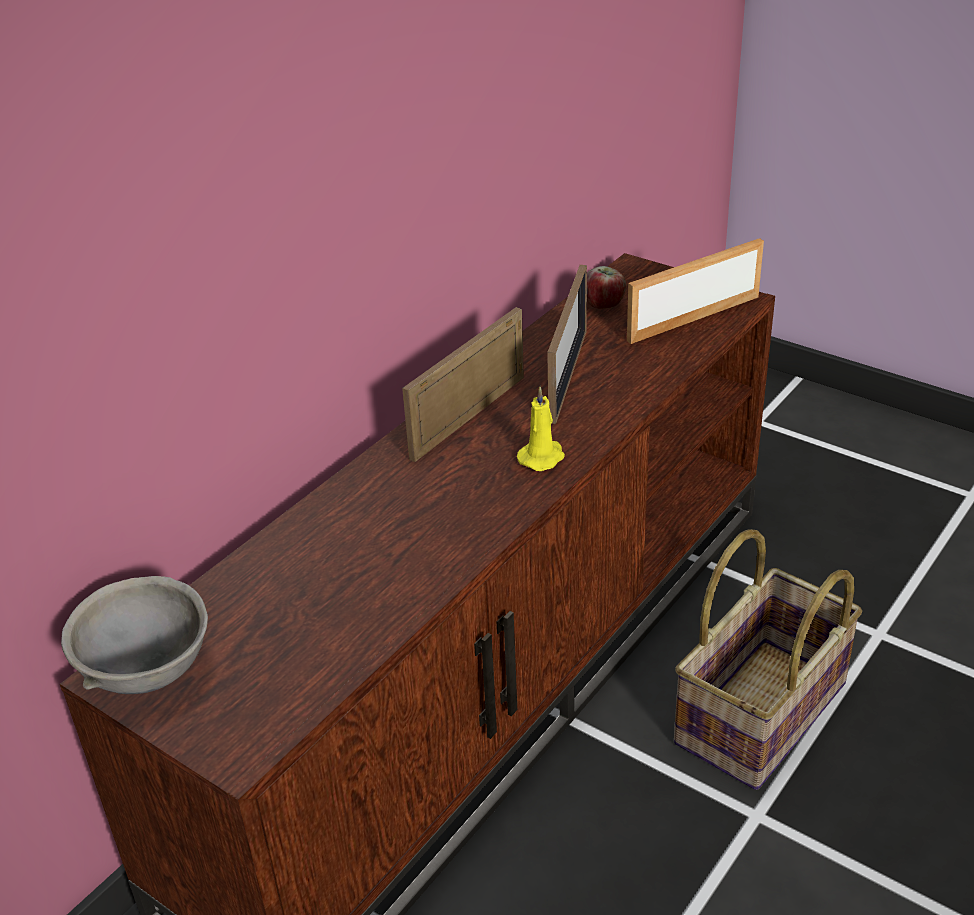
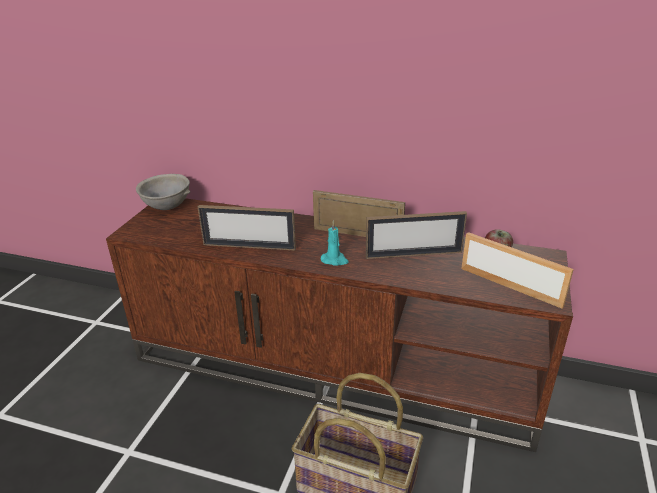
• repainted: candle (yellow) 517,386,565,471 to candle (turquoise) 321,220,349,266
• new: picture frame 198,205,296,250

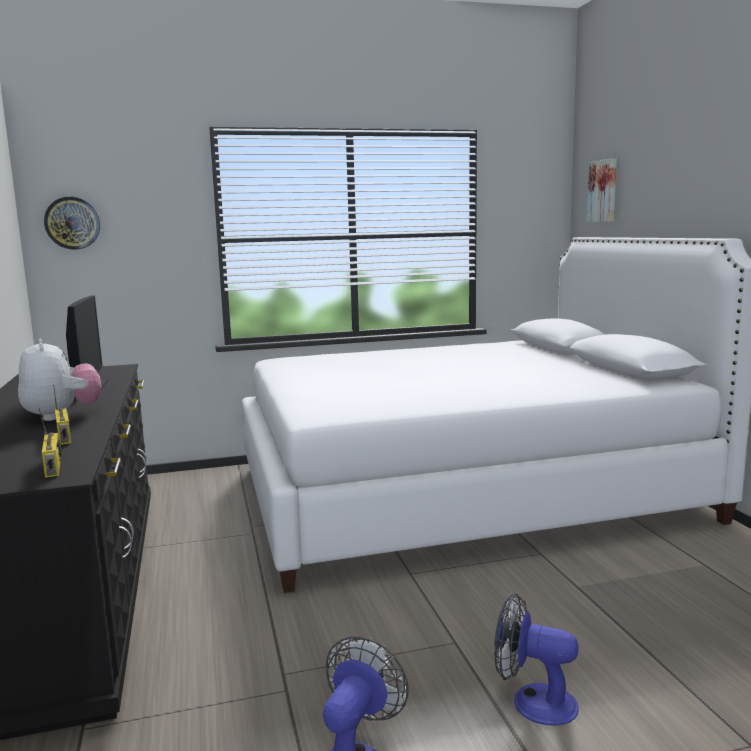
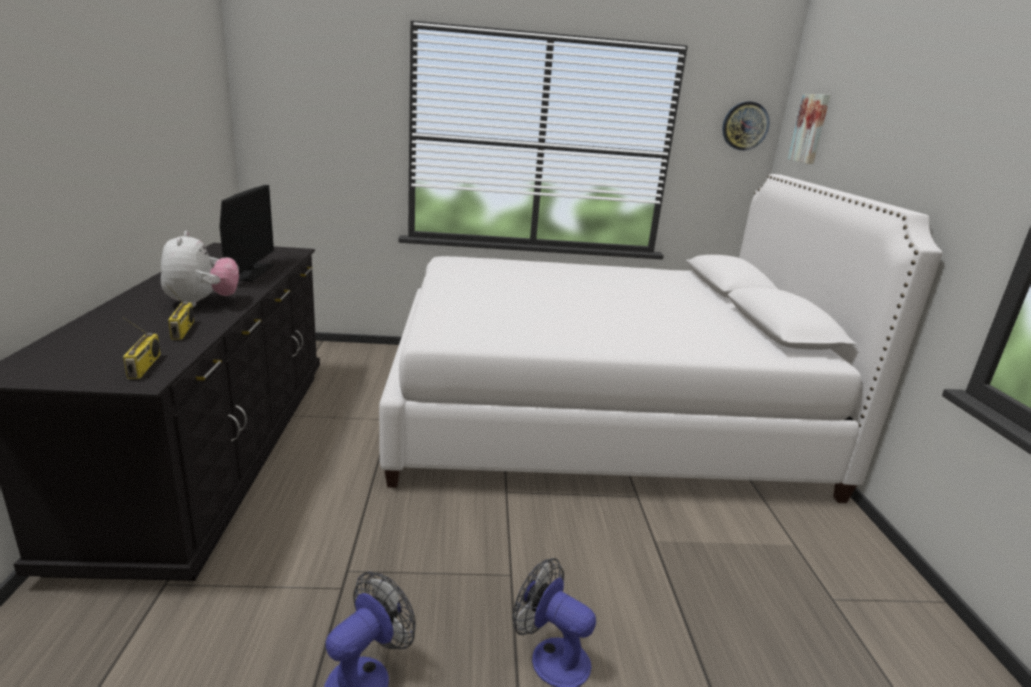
• shifted: wall clock 44,197,100,250 to 722,102,769,150

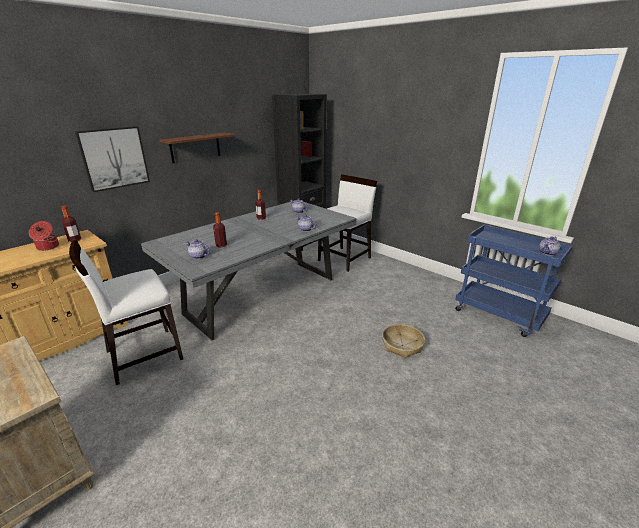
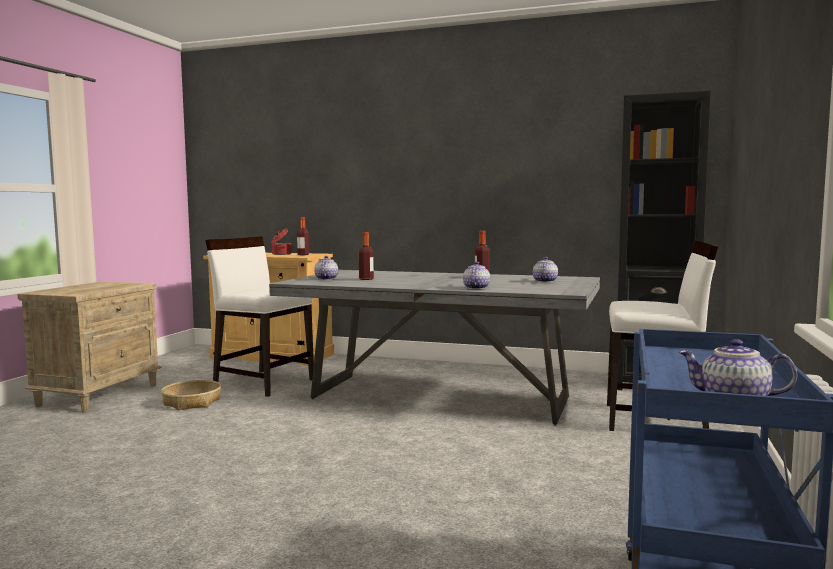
• gone: picture 75,126,150,192
• gone: shelf (brown) 160,132,235,163
• shifted: basket 382,324,425,358 to 161,380,221,410

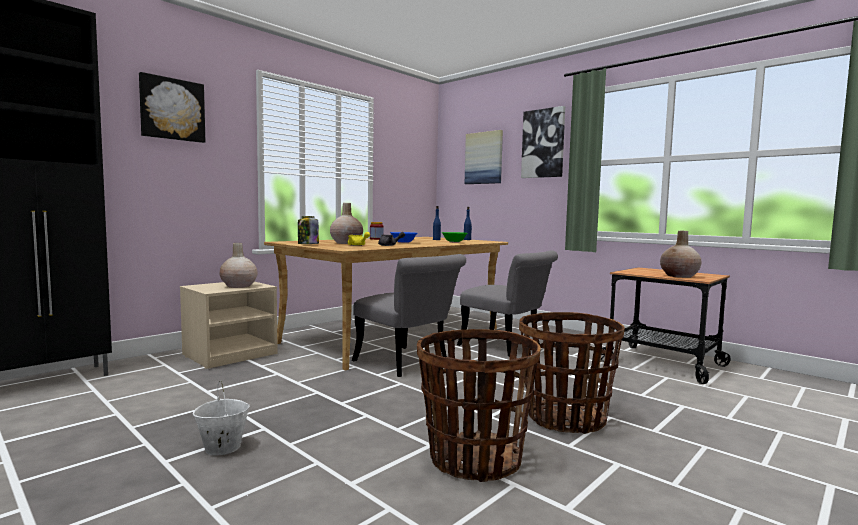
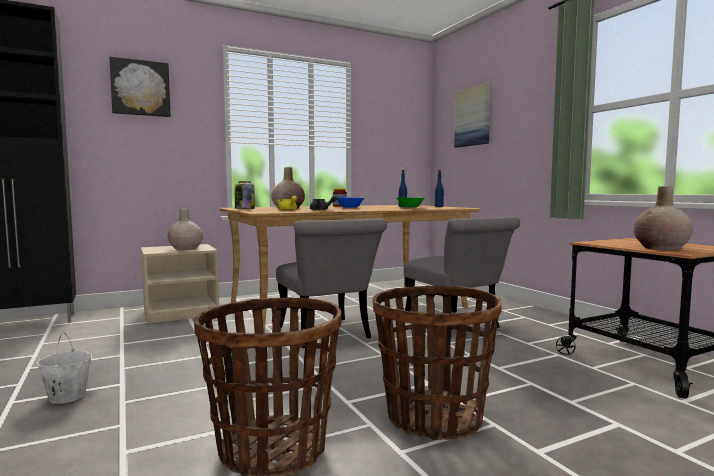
• gone: picture 521,106,565,178

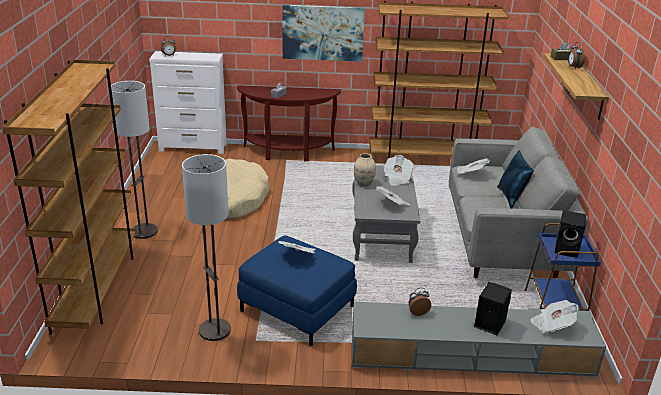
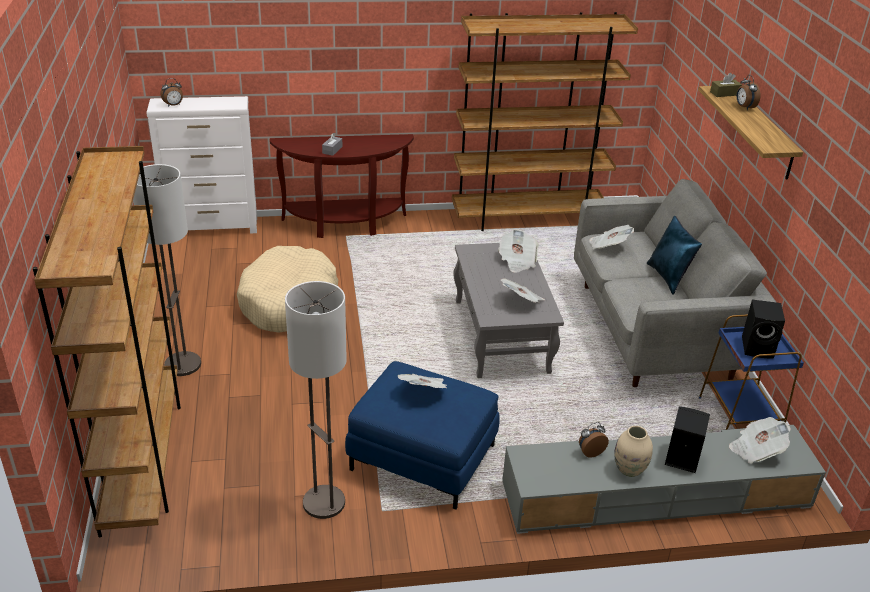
• gone: picture 282,5,365,62
• shifted: vase (beige) 354,153,376,186 to 614,426,653,477

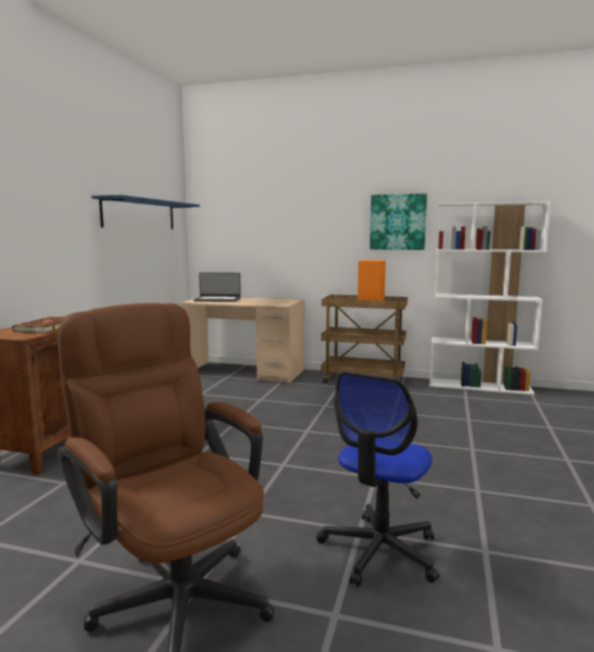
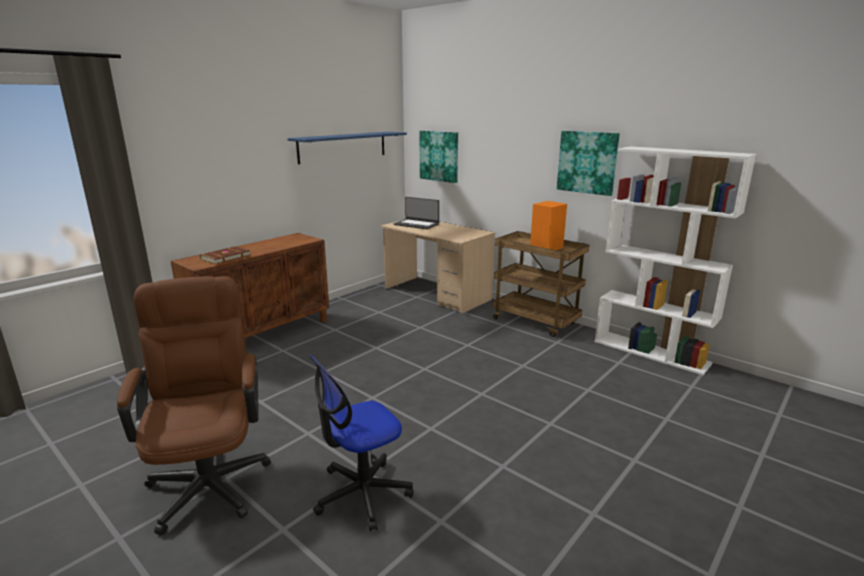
• new: picture 419,131,458,183

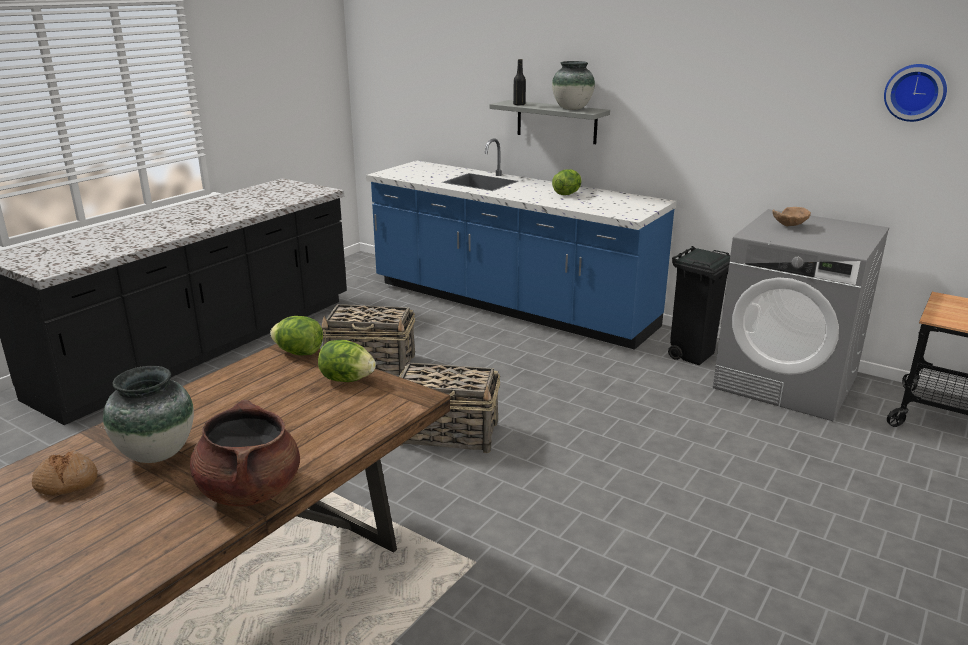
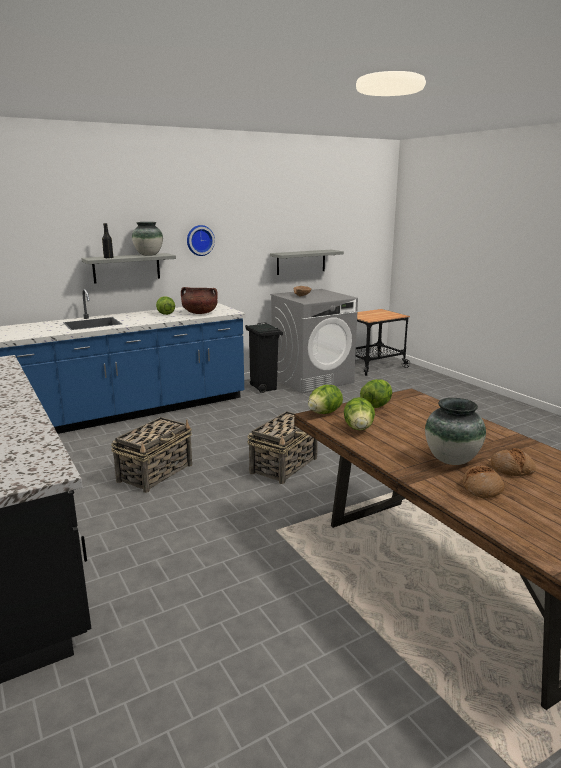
• shifted: cooking pot (brown) 190,400,300,507 to 181,287,218,314
• shifted: wall clock 884,64,947,122 to 187,225,215,256
• new: shelf (grey) 270,250,344,275
• new: lettuce 344,397,375,430
• new: bread 491,448,536,476

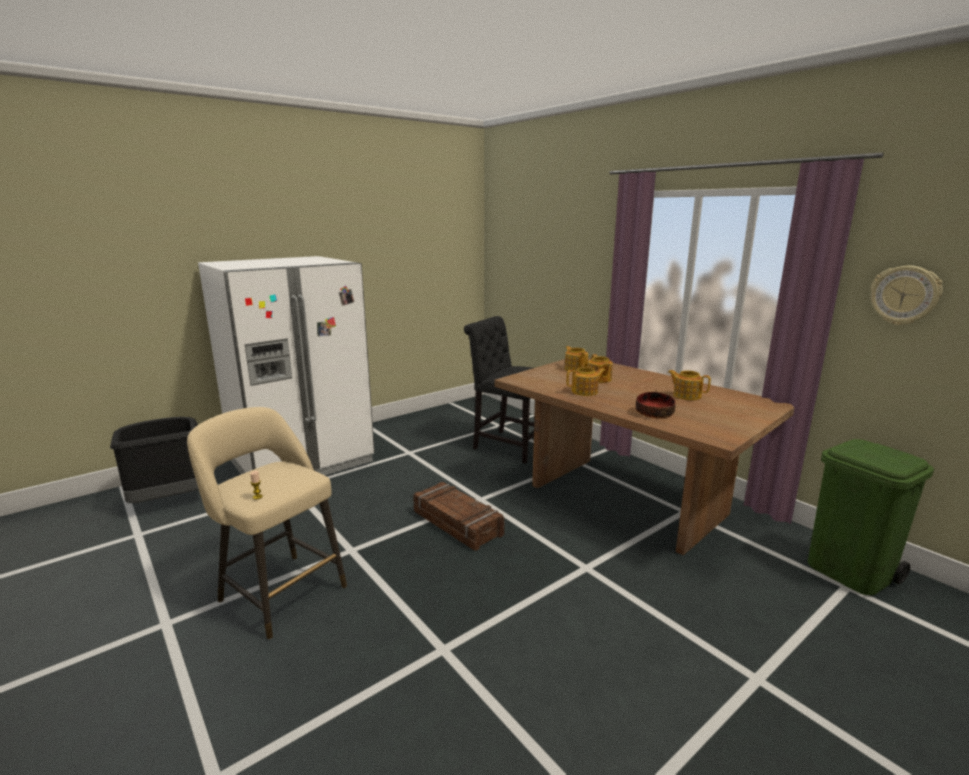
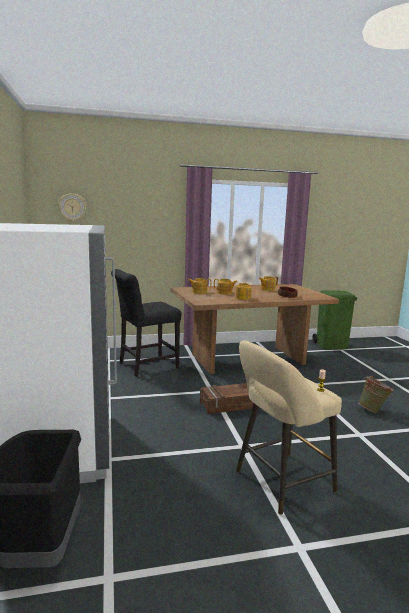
• shifted: wall clock 871,266,943,325 to 58,193,87,222
• new: bucket (green) 358,376,394,413

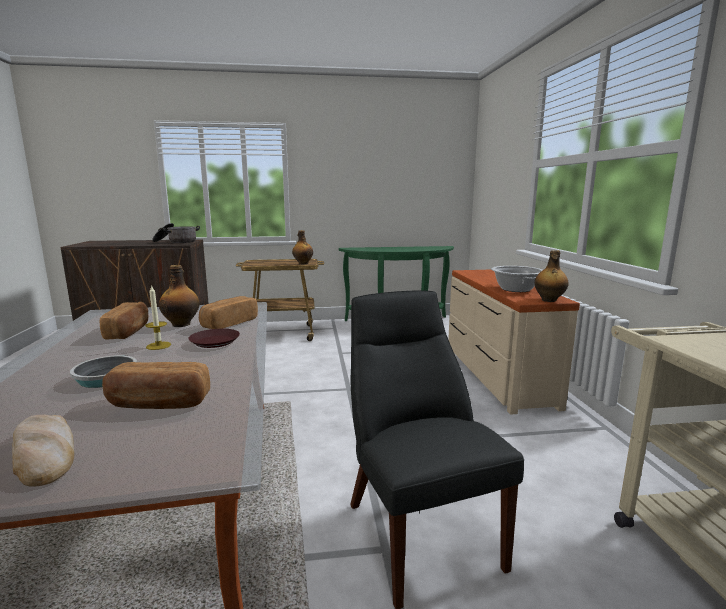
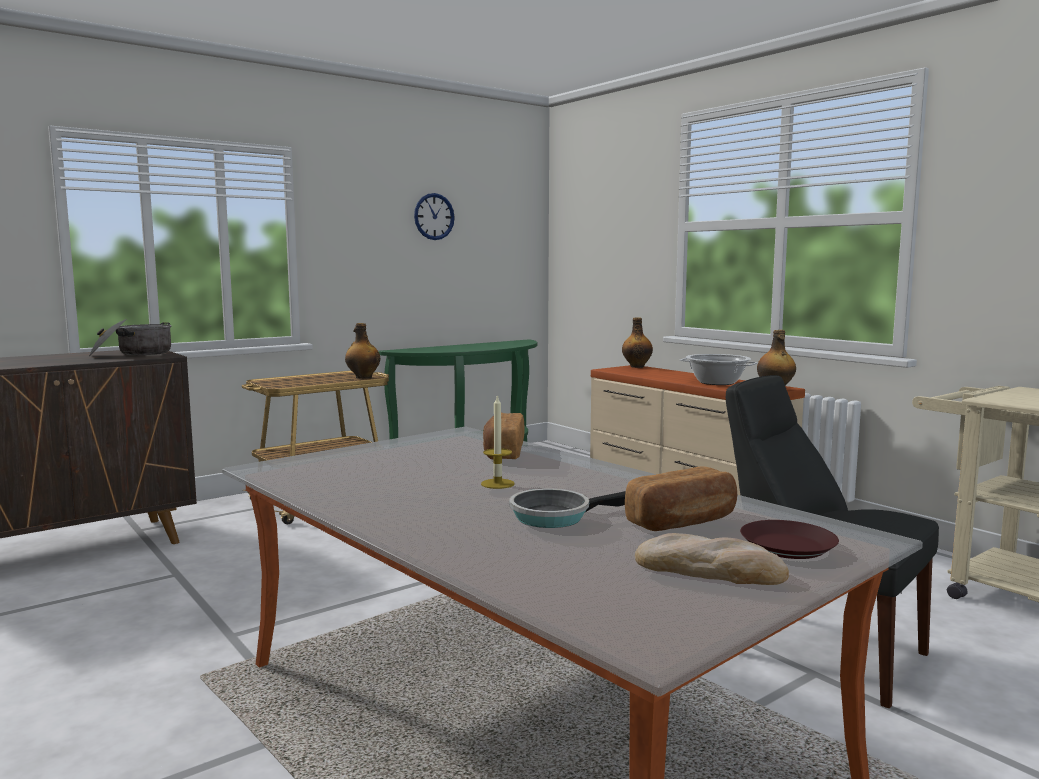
• gone: bread 100,302,148,339
• shifted: bottle 159,265,200,327 to 622,317,653,368
• shifted: plate (brown) 188,329,240,348 to 740,520,839,559
• new: wall clock 414,193,455,240

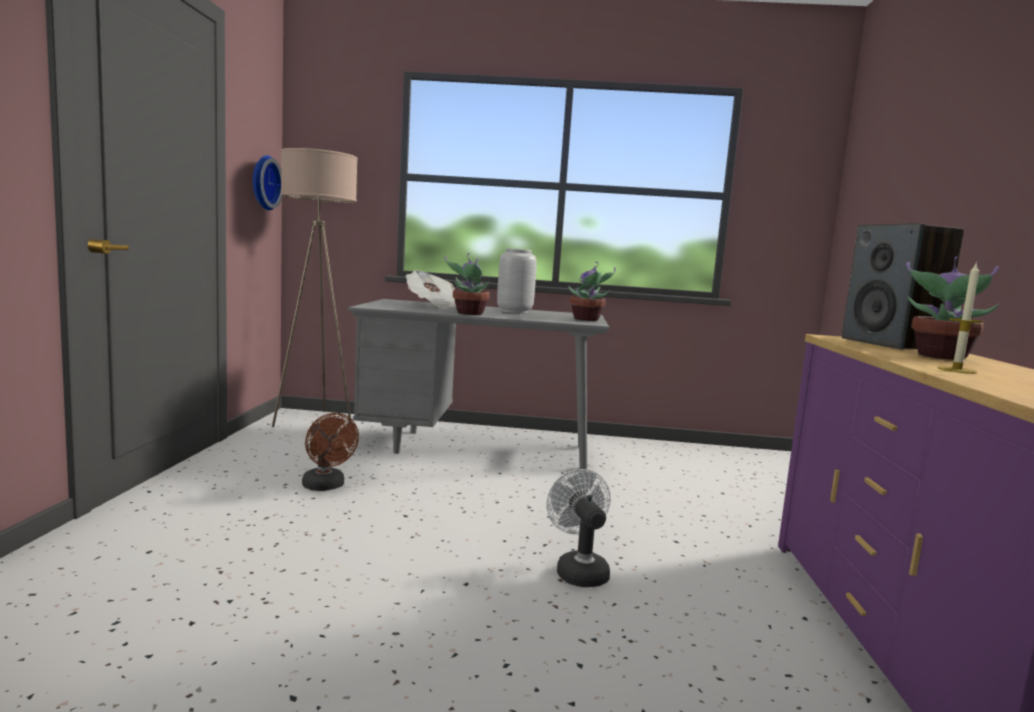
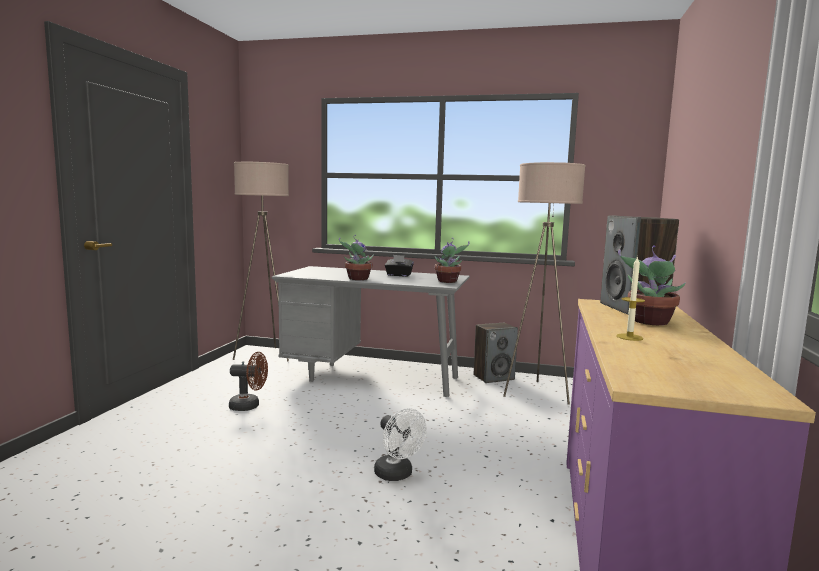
• gone: wall clock 253,155,282,210
• rotated: fan (brown) 302,413,359,491 = 229,352,268,411 60 degrees counterclockwise
• gone: newspaper 405,270,456,309
• swapped: vase (grey) 497,248,537,313 to tissue box (black) 385,255,414,277
• rotated: fan (white) 546,469,611,587 = 374,408,427,481 150 degrees clockwise
• new: speaker 474,323,518,383
• new: floor lamp (beige) 503,162,586,405

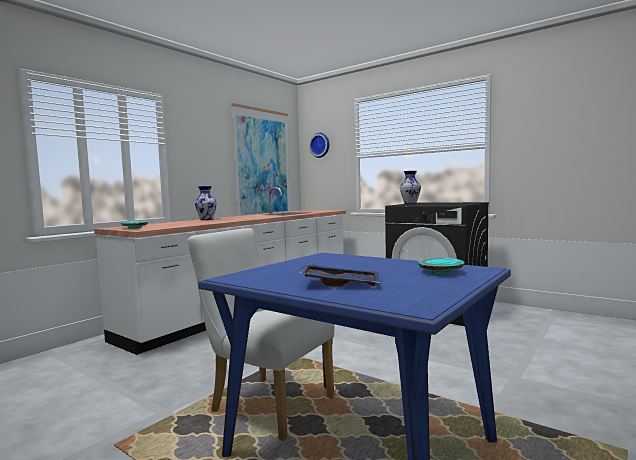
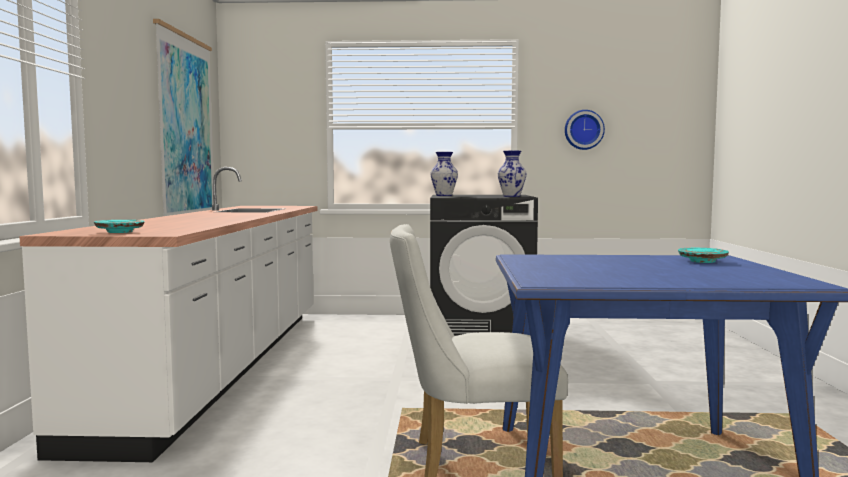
• shifted: vase 195,186,217,220 to 498,151,527,197
• gone: tray (blue) 299,264,380,287
• shifted: wall clock 309,133,329,158 to 565,110,605,150

